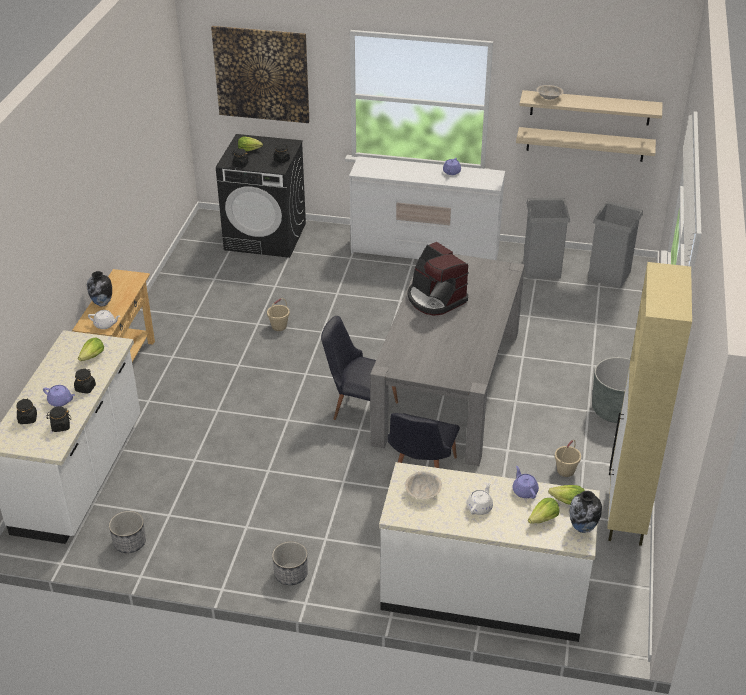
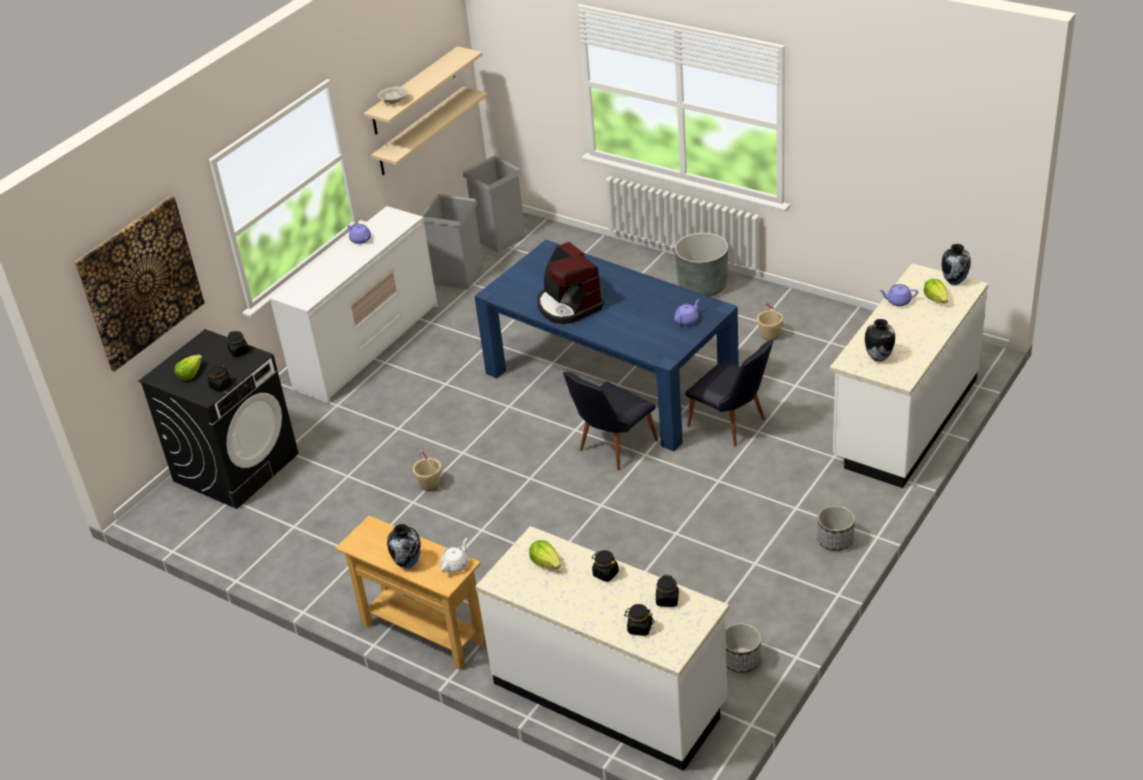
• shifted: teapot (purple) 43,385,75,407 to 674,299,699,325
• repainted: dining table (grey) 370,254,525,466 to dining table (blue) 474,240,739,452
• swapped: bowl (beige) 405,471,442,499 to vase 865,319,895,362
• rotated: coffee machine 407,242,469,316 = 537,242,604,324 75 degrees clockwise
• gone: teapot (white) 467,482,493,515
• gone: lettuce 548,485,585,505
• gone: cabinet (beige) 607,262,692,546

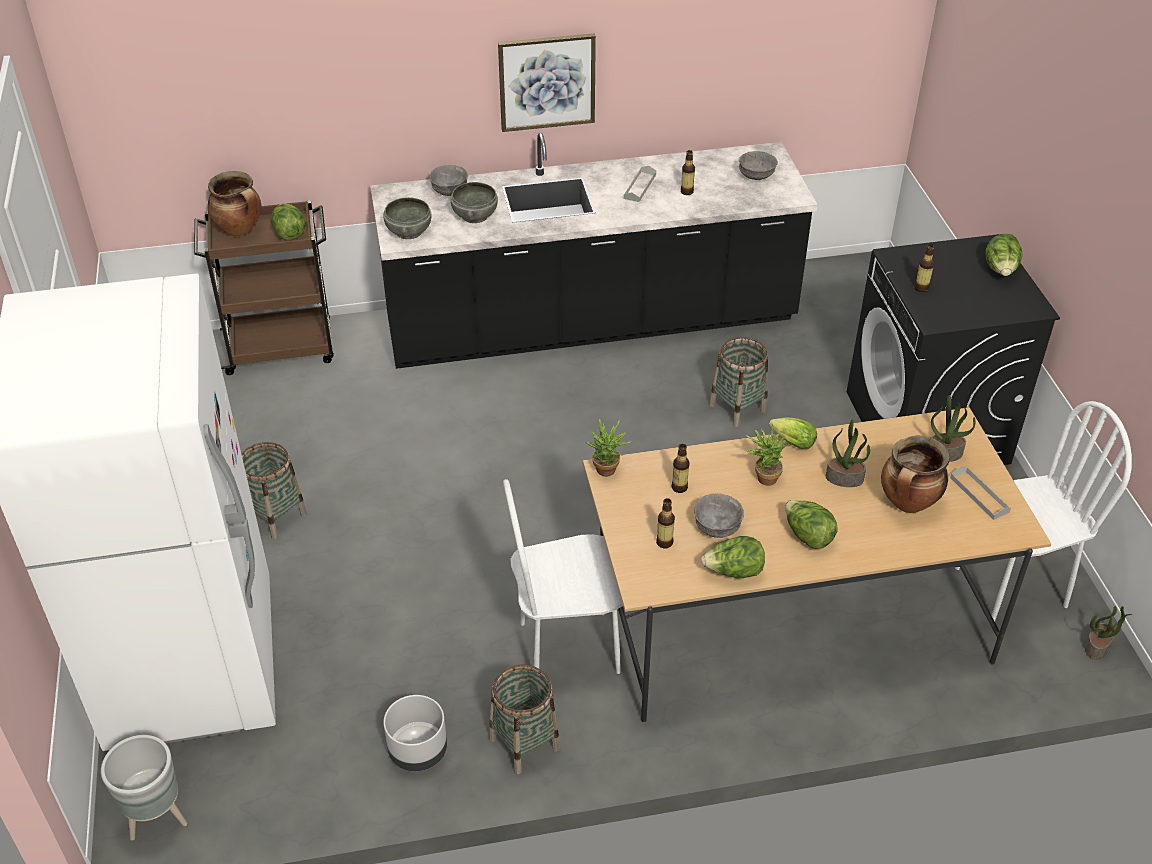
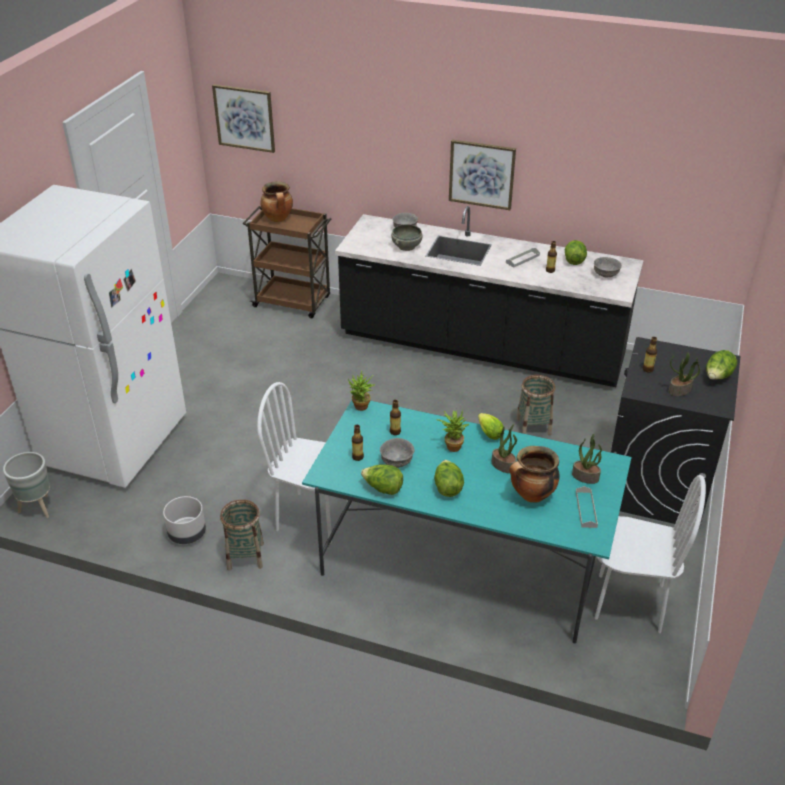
• gone: basket 242,442,307,539
• shifted: lettuce 271,204,306,240 to 565,240,587,265
• gone: bowl (grey) 383,197,431,239
• repainted: dining table (beige) 583,407,1051,722 to dining table (turquoise) 302,400,632,644
• shifted: potted plant 1085,606,1133,660 to 668,352,700,396
• new: picture 212,84,275,153

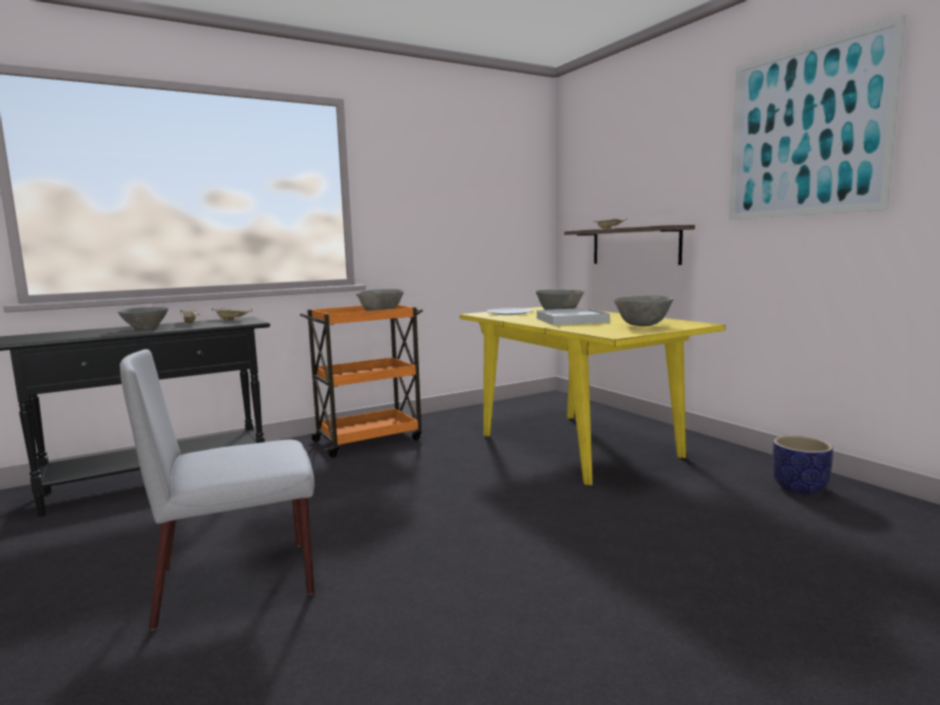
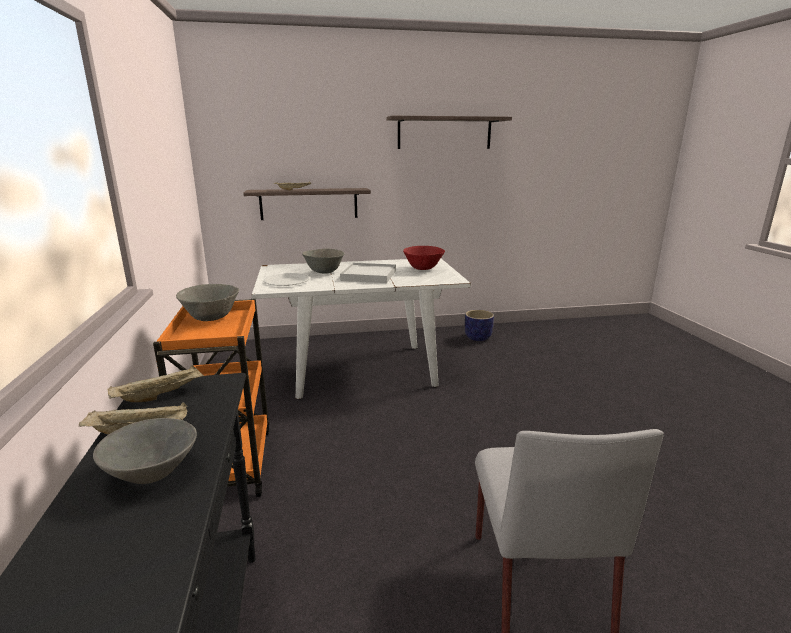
• repainted: dining table (yellow) 460,307,726,486 to dining table (white) 251,259,471,399
• repainted: bowl (grey) 614,296,674,326 to bowl (red) 403,246,445,270
• swapped: picture 729,15,906,220 to shelf 387,116,512,149

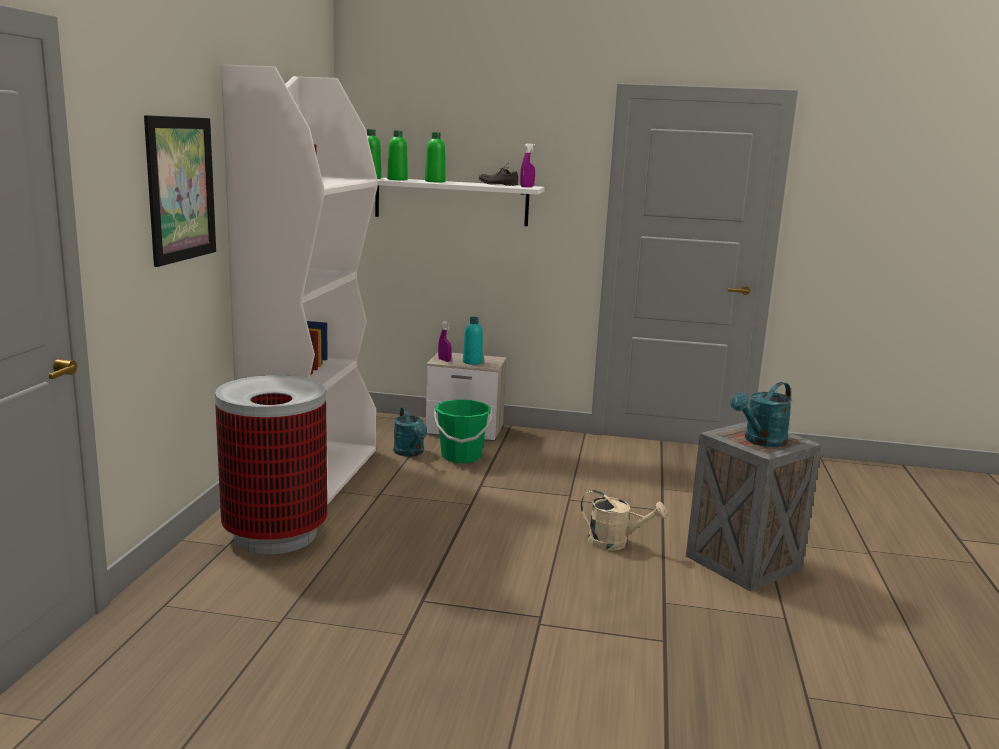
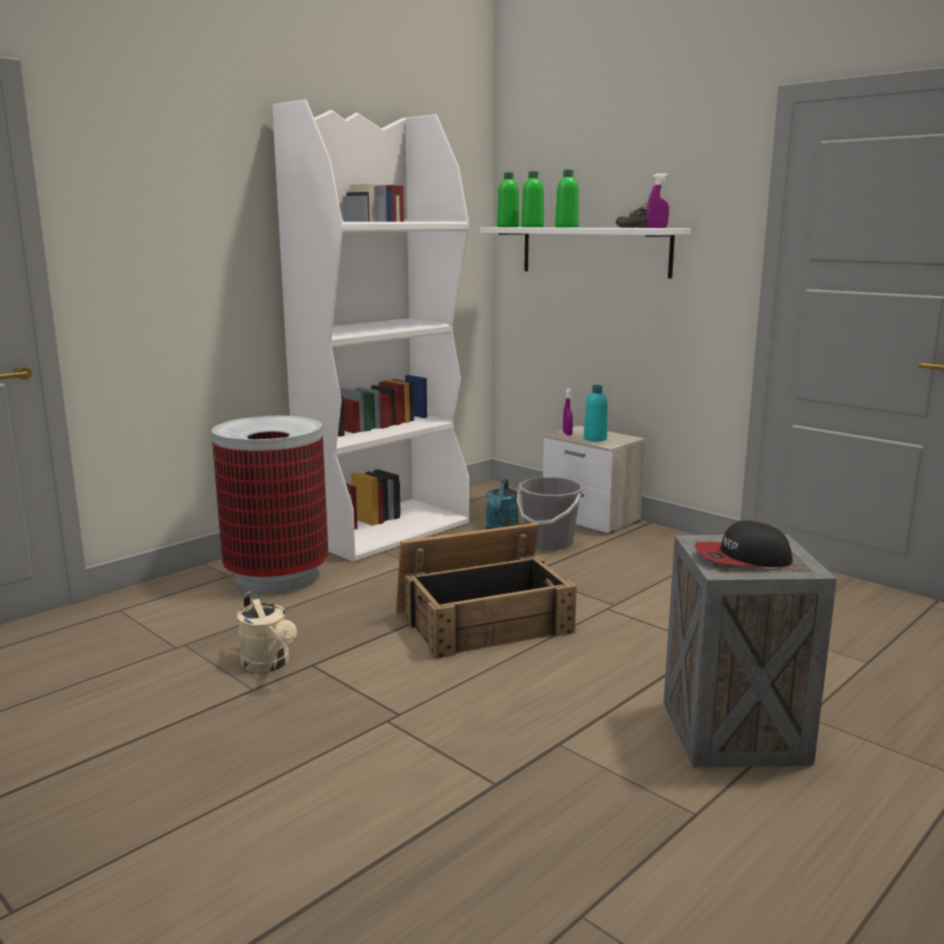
• gone: picture 144,115,216,267
• repainted: bucket (green) 434,399,492,463 to bucket (grey) 517,477,584,550
• shifted: watering can (beige) 581,490,667,550 to 237,591,297,672
• swapped: watering can (turquoise) 730,382,792,447 to cap 694,521,793,567
• new: crate 396,523,577,659

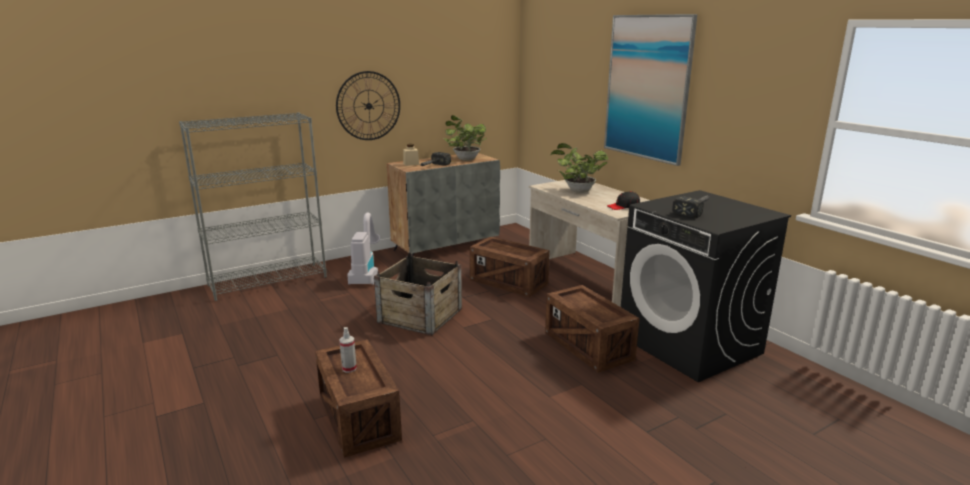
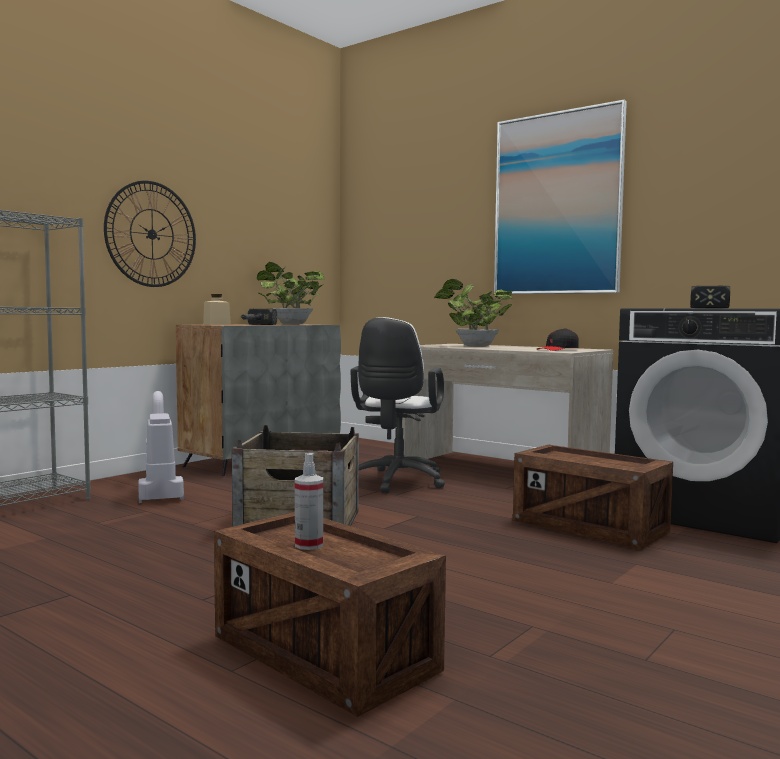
• swapped: crate 470,236,550,297 to office chair (white) 351,317,445,493

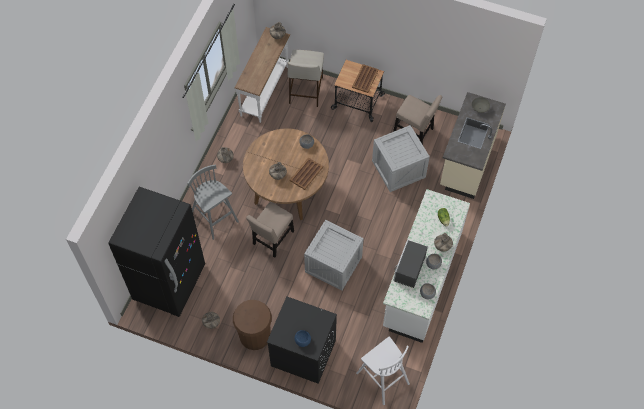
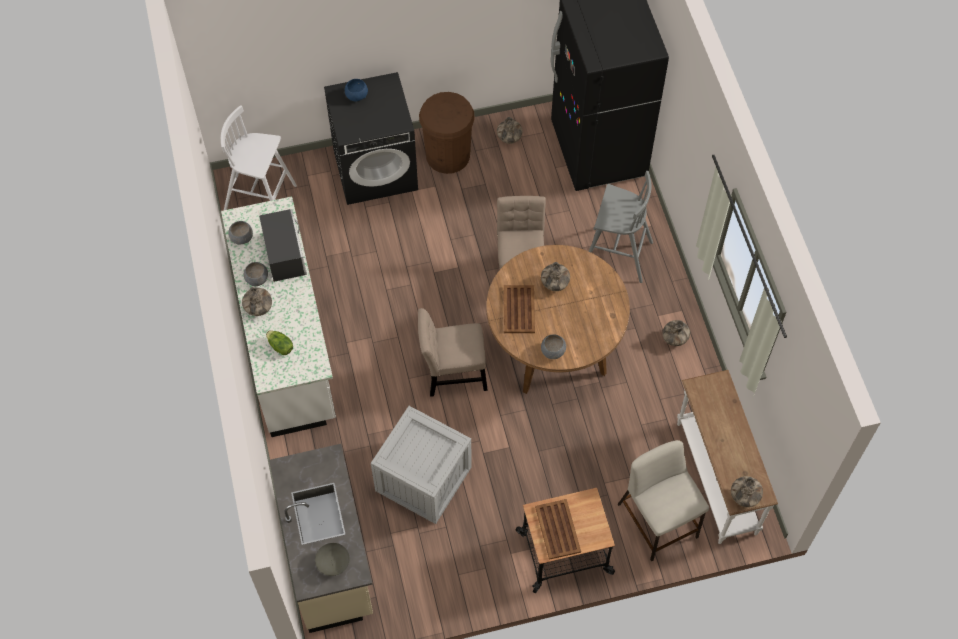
• gone: crate 304,220,364,291
• shifted: chair (beige) 393,95,442,145 to 418,308,488,397

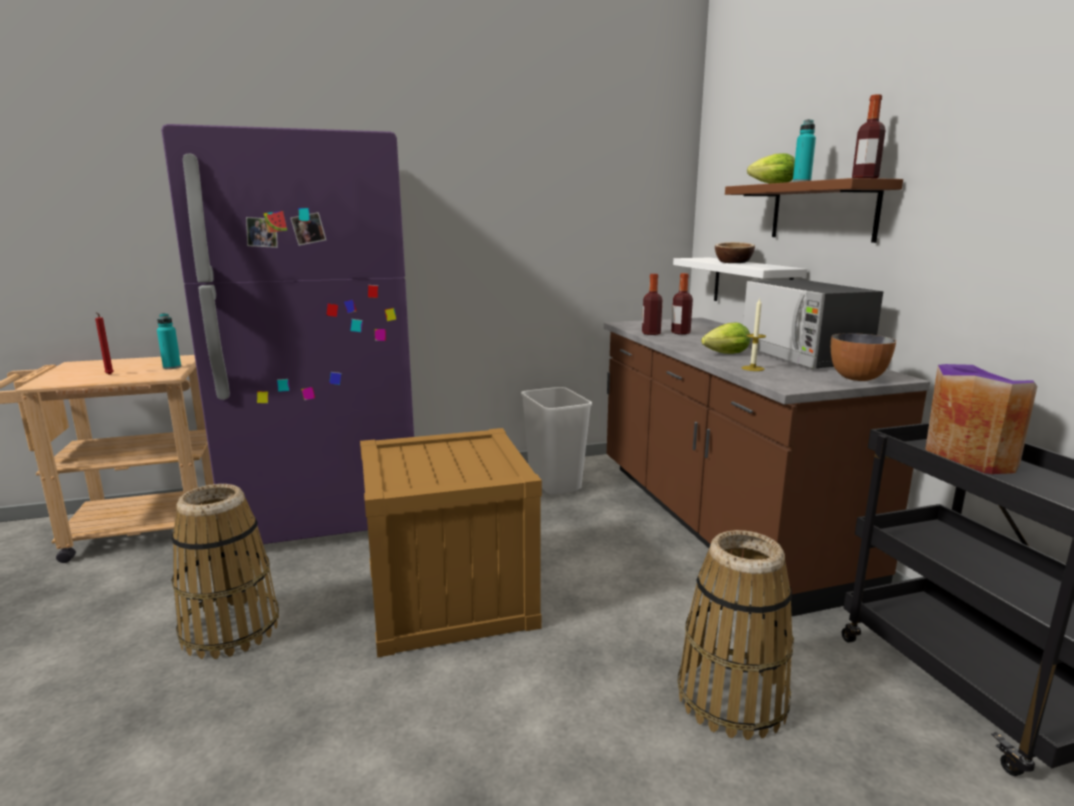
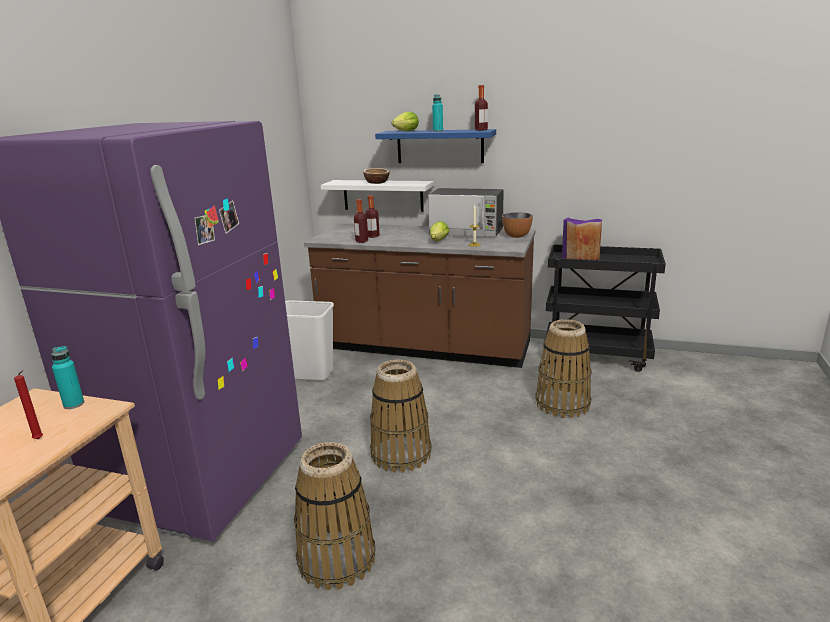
• swapped: crate 360,428,542,657 to basket 370,360,432,473
• repainted: shelf (brown) 725,178,903,243 to shelf (blue) 375,129,496,163

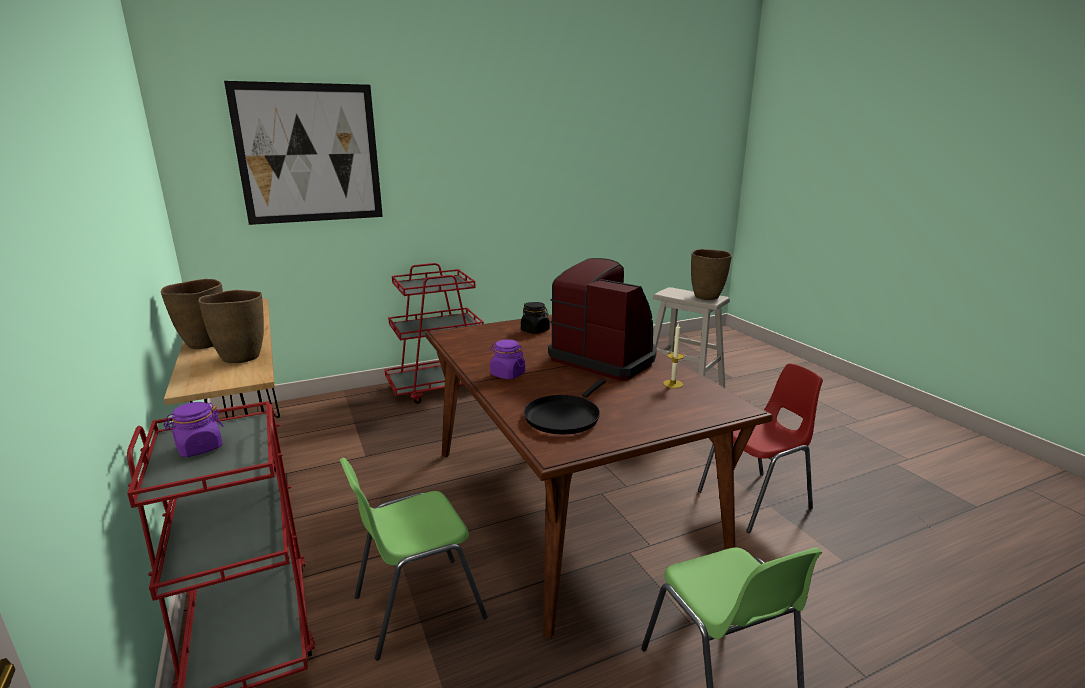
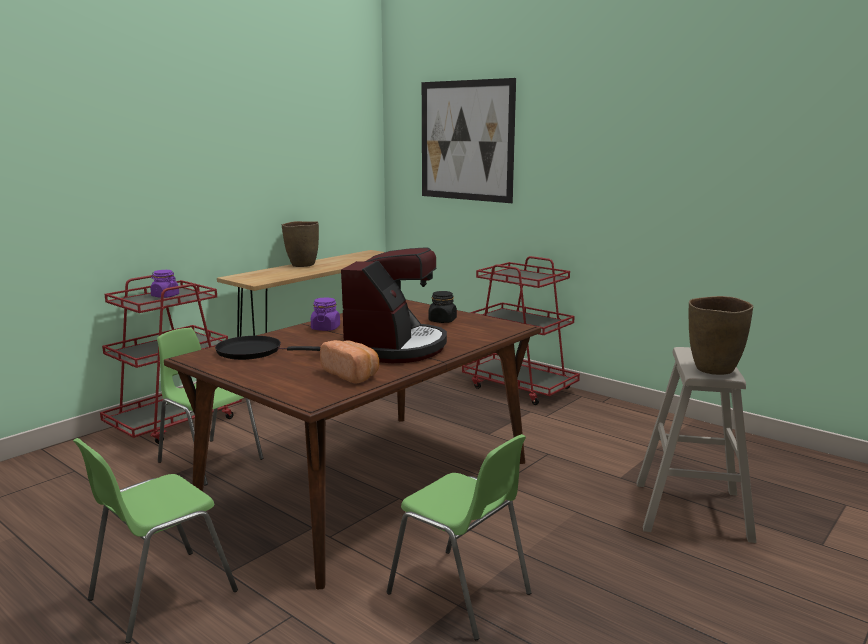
• gone: vase (brown) 198,290,264,363
• swapped: candle 663,322,684,388 to bread 320,340,379,384
• repainted: chair (red) 698,363,823,533 to chair (green) 387,434,531,640

